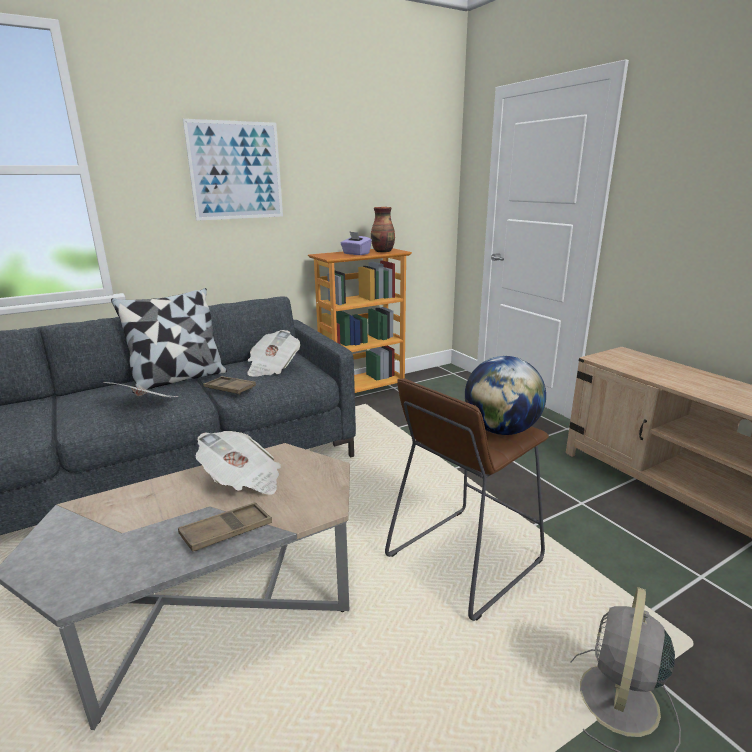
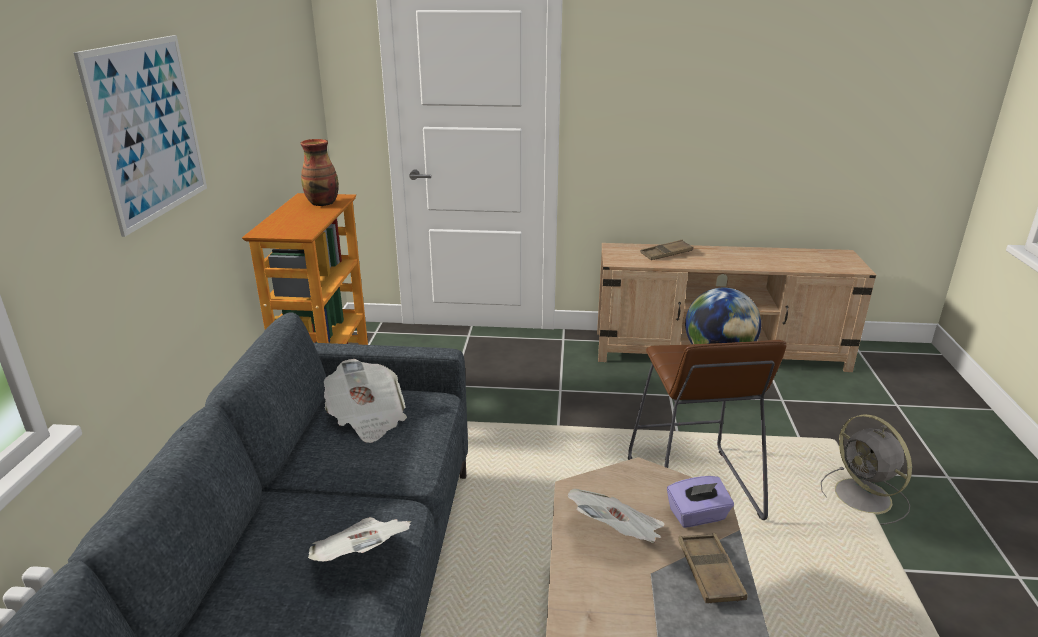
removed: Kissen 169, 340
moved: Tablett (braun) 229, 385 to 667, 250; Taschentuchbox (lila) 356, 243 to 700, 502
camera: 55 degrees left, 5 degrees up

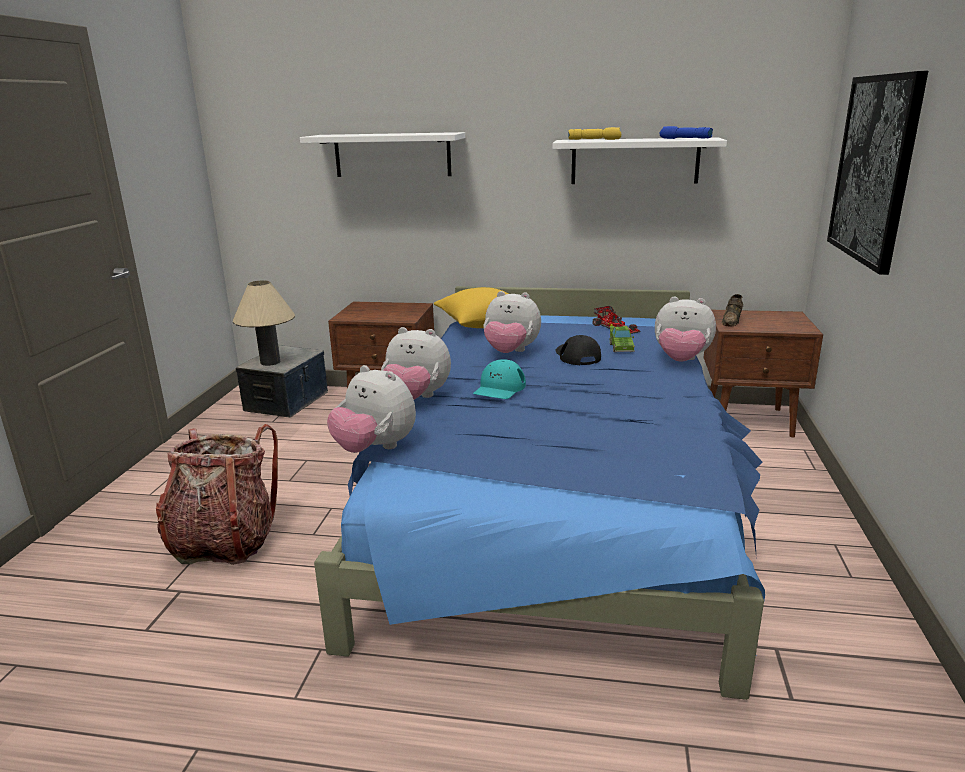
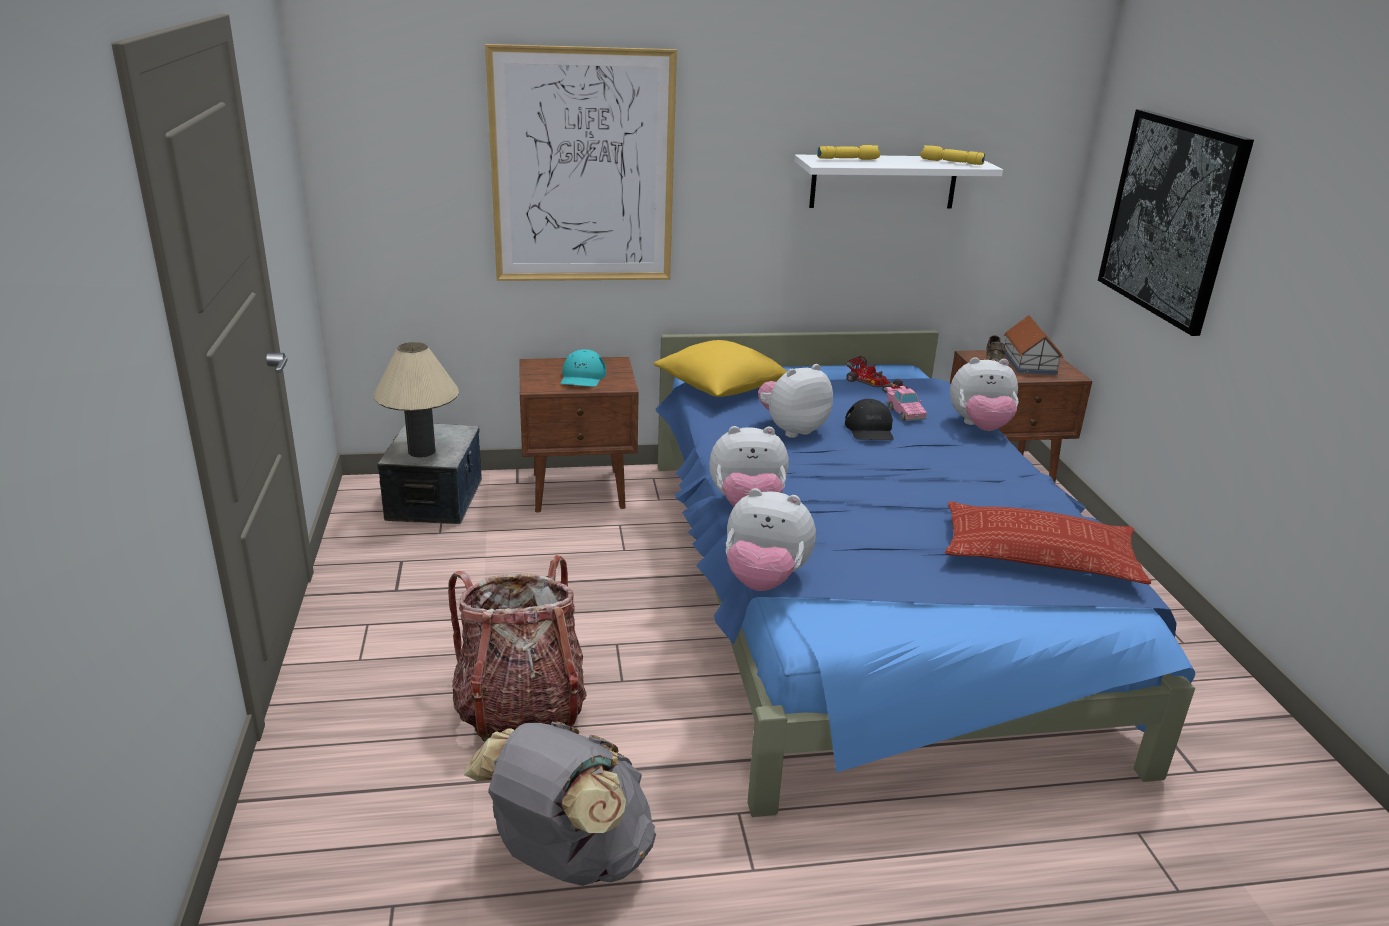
added: Rucksack (grau) 560, 803; Kissen 1048, 543; Spielzeughaus 1034, 345
moved: Kappe (türkis) 499, 379 to 583, 368
replaced: Wandregal (weiß) 382, 154 to Bild 581, 162
recoloured: Spielzeugauto (grün) 622, 339 to Spielzeugauto (rosa) 906, 403; Taschenlampe (blau) 686, 132 to Taschenlampe (gelb) 953, 155
turned: Plüschtier 512, 322 = 795, 401 150 degrees clockwise; Kappe (schwarz) 578, 350 = 869, 419 150 degrees counterclockwise
camera: 20 degrees left, 5 degrees up

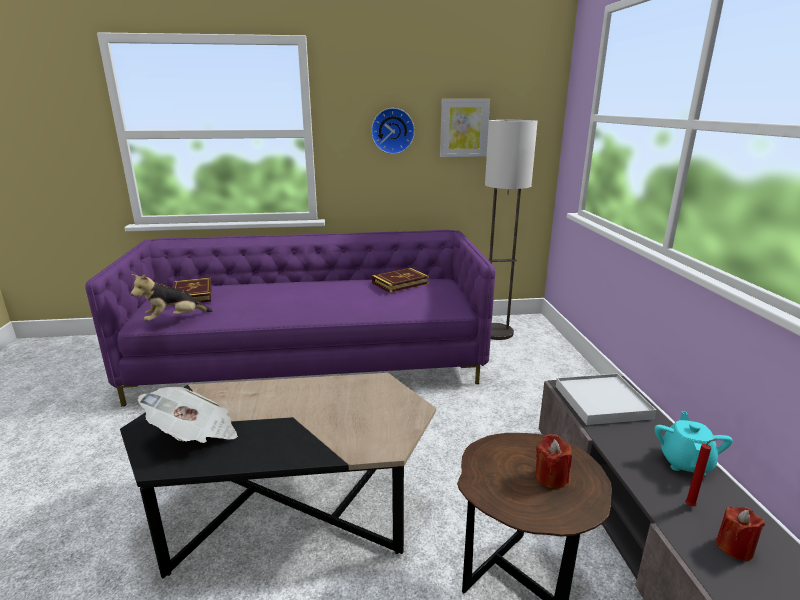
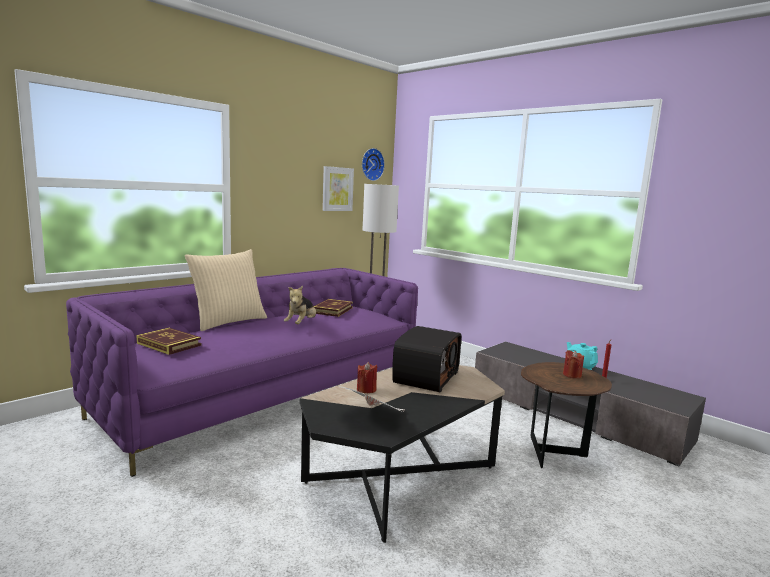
removed: Tablett (weiß) 606, 399
added: Kissen (beige) 226, 290; Radio 426, 359
moved: Plüschtier 172, 297 to 300, 305; Kerze (rot) 740, 534 to 367, 377; Wanduhr 393, 131 to 373, 164
camera: 40 degrees left, 10 degrees down

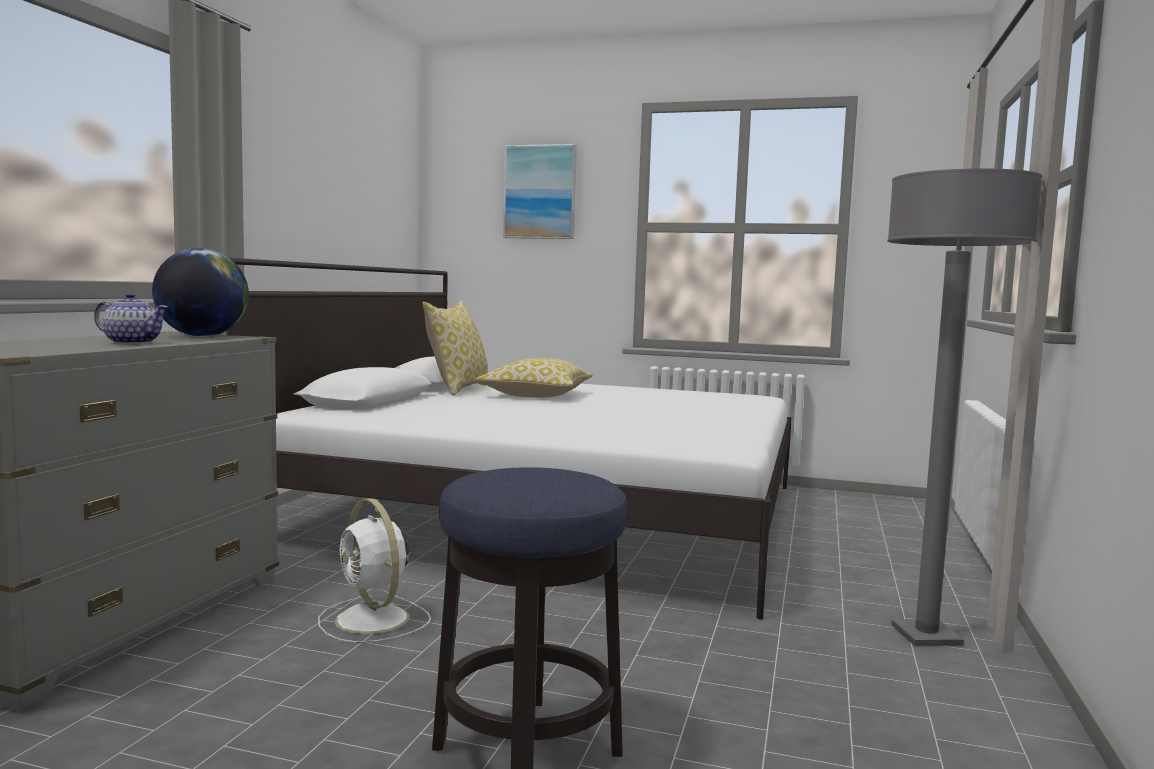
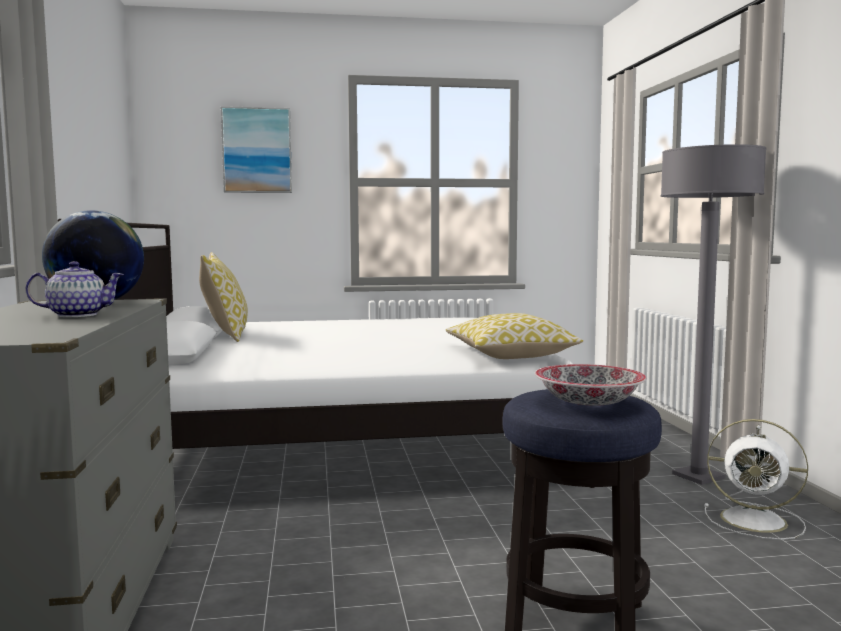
added: Schüssel 590, 385
moved: Kissen 534, 378 to 514, 336; Ventilator (weiß) 374, 570 to 756, 479
camera: 25 degrees left, 0 degrees up

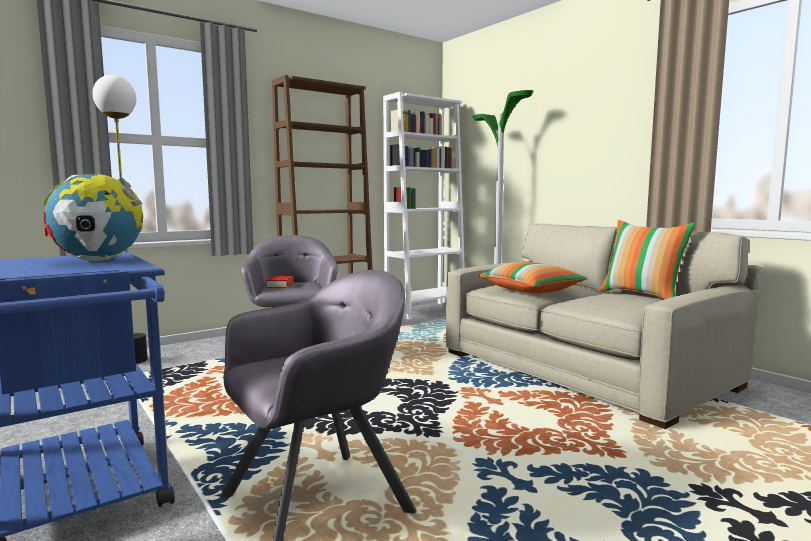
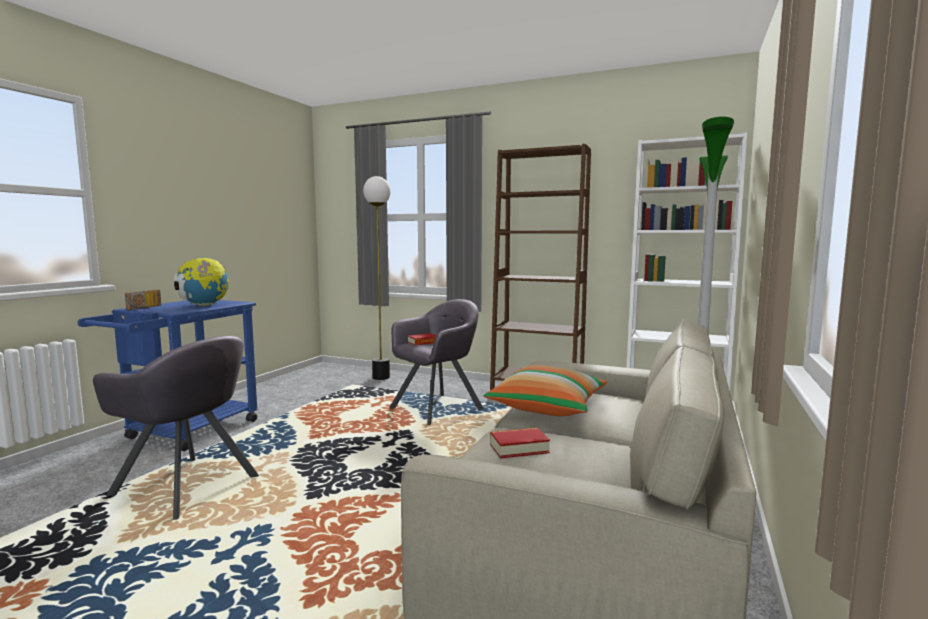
removed: Kissen 648, 259
added: Radio 143, 299; Buch 520, 443
camera: 60 degrees right, 0 degrees up

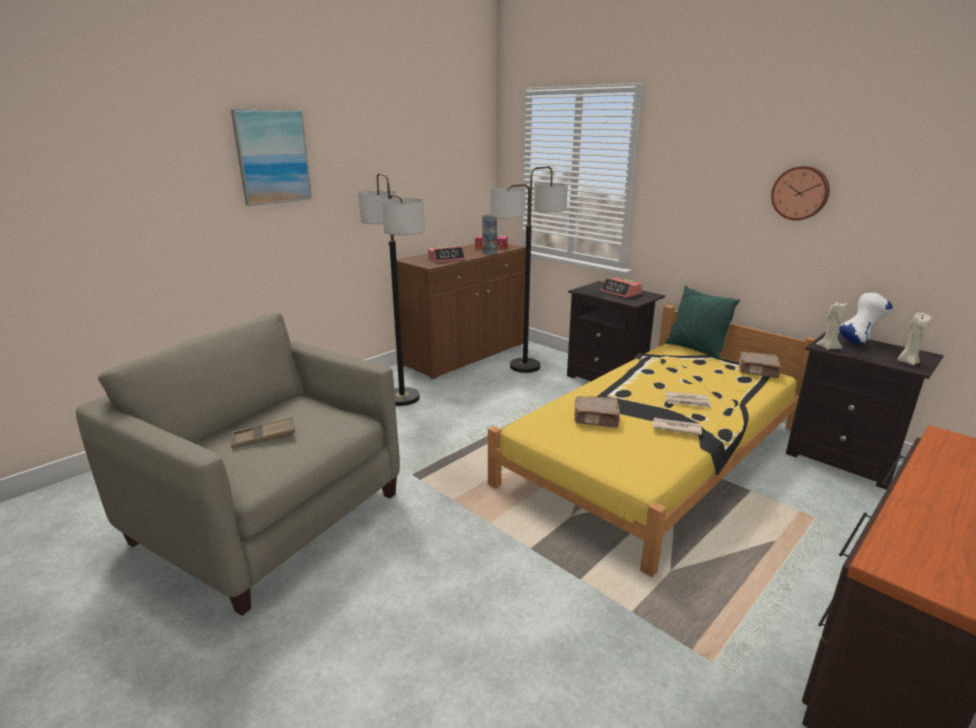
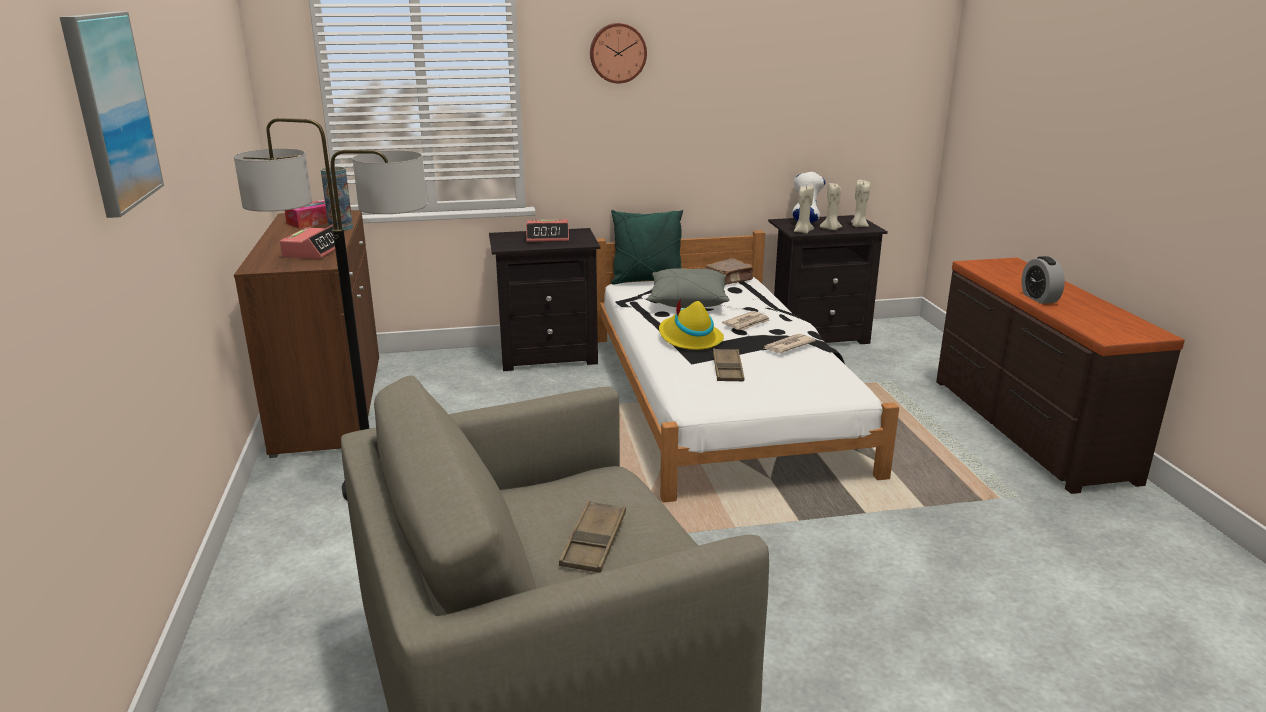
removed: Stehlampe 529, 269
added: Kissen (grau) 688, 288; Hut (gelb) 691, 324; Kerze (beige) 831, 206; Wecker 1043, 280
moved: Wanduhr 800, 193 to 618, 53
replaced: Buch (braun) 597, 412 to Tablett (braun) 728, 365
recoloured: Bett (gelb) 652, 441 to Bett (weiß) 747, 366
camera: 55 degrees left, 0 degrees up

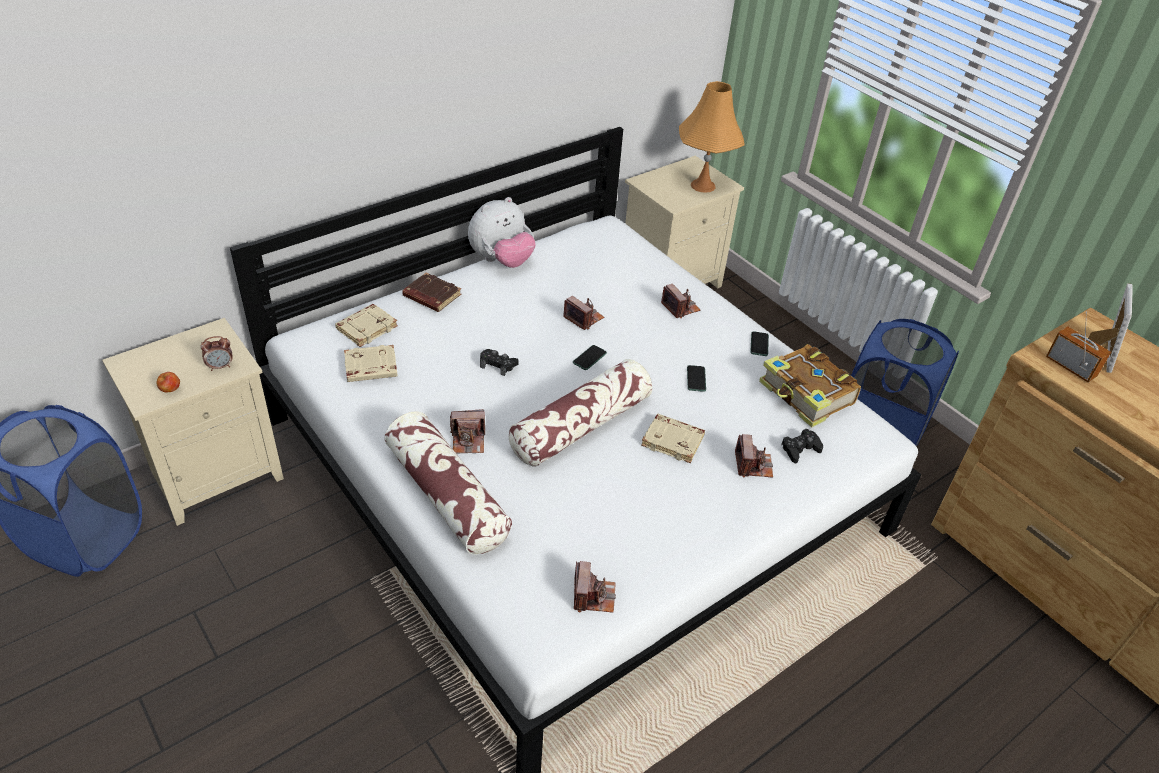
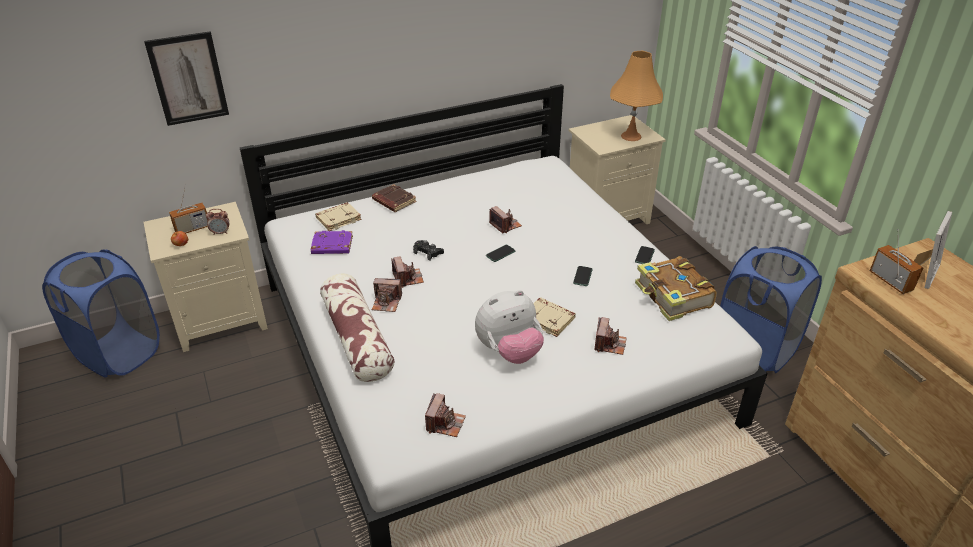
removed: Kissen 580, 413; Gamepad (schwarz) 802, 446
added: Bild 186, 78; Radio 188, 208
moved: Kamera 681, 301 to 407, 272; Plüschtier 502, 232 to 509, 327
recoloured: Buch (beige) 371, 363 to Buch (lila) 332, 242
camera: 15 degrees right, 5 degrees down

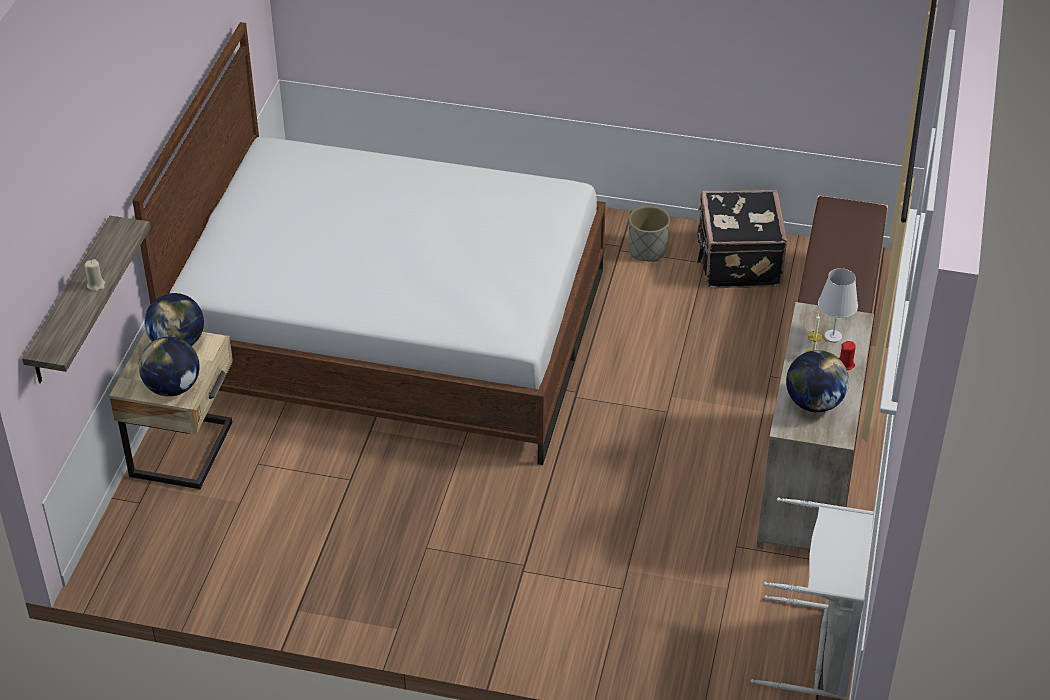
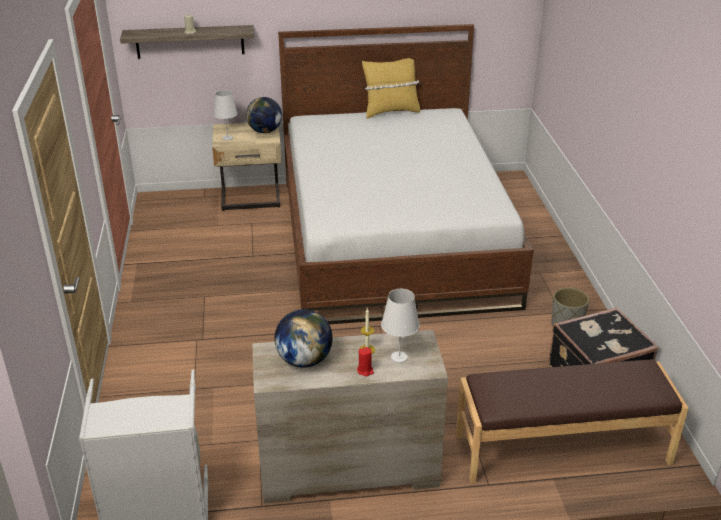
added: Kissen (gelb) 391, 88
replaced: Globus 169, 366 to Tischlampe (weiß) 225, 115
camera: 70 degrees right, 10 degrees down

